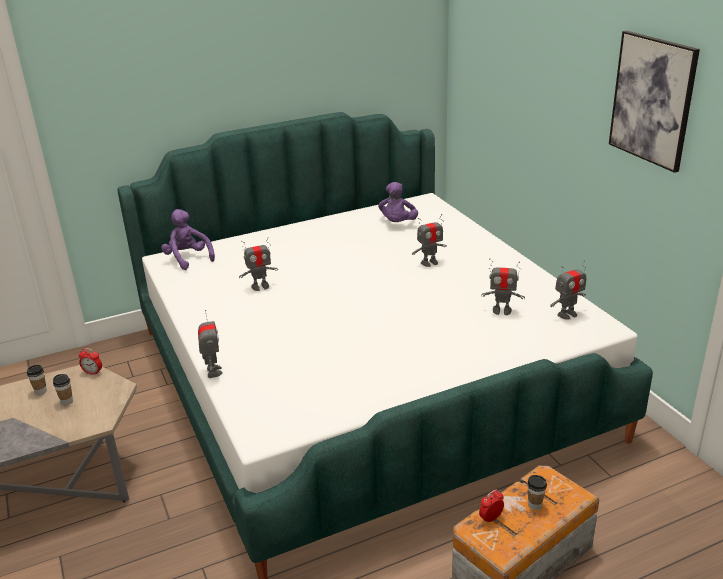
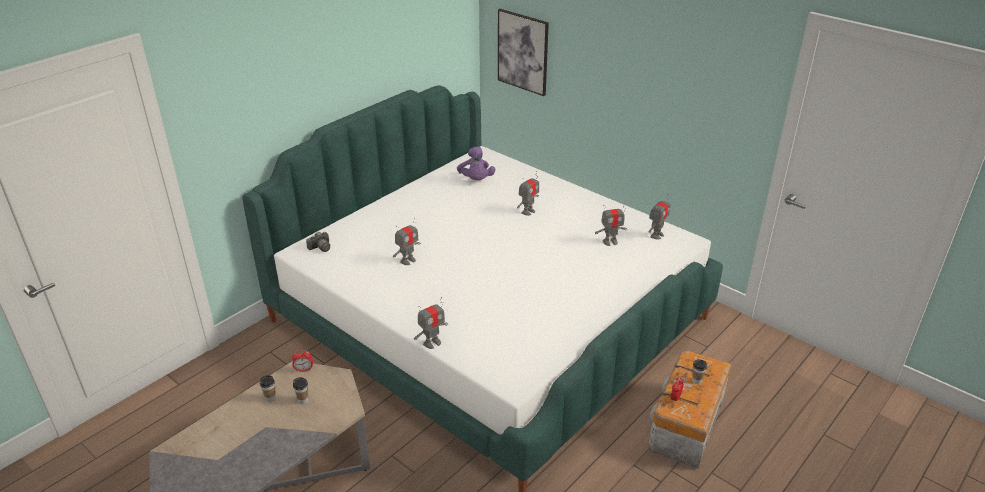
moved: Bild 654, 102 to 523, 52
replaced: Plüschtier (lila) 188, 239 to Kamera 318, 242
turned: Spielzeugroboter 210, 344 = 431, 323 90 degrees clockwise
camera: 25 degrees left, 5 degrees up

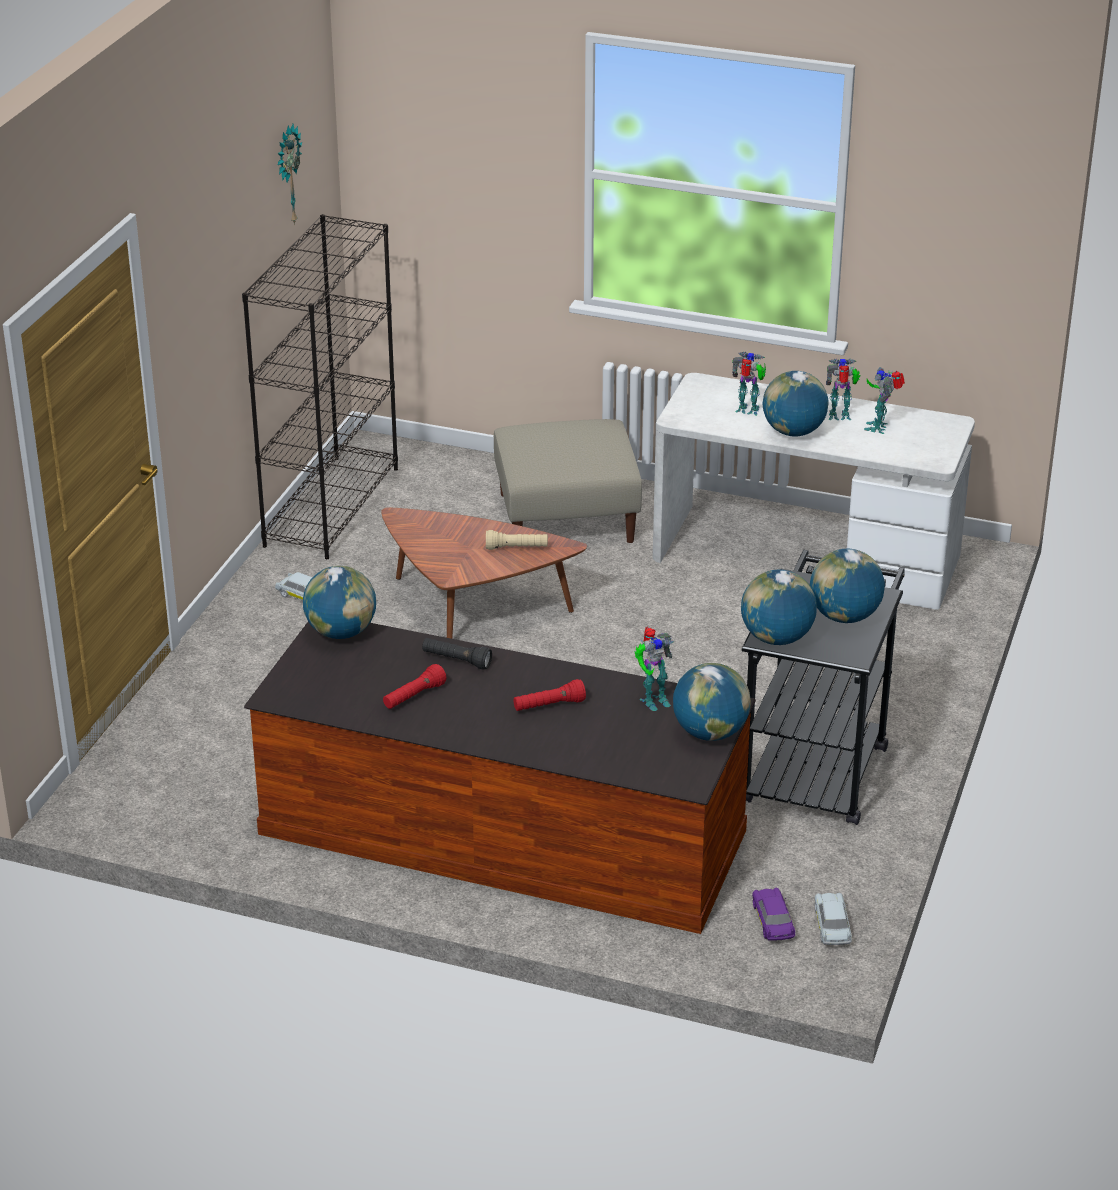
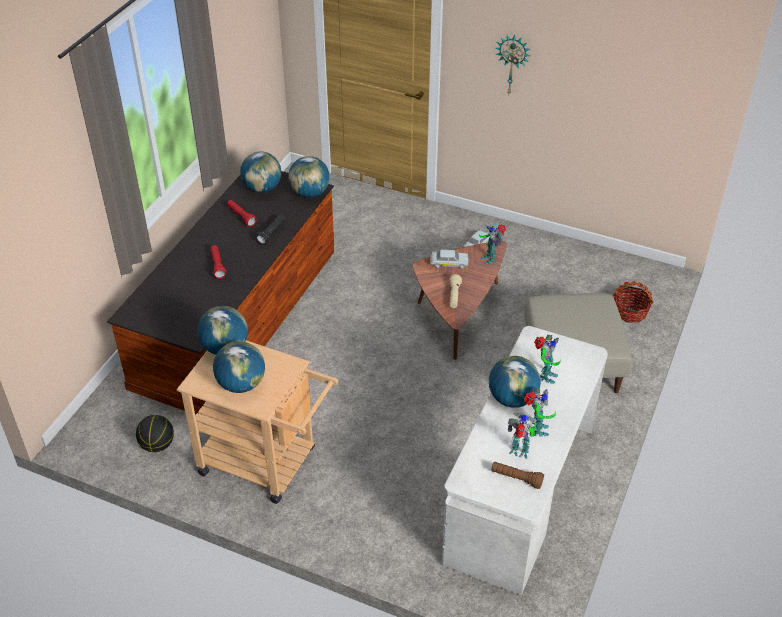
removed: Bücherregal (schwarz) 320, 386; Spielzeugauto (lila) 773, 914
added: Basketball 155, 433; Taschenlampe (braun) 517, 475; Korb 633, 302
moved: Globus 712, 702 to 260, 172; Spielzeugauto (weiß) 833, 919 to 449, 259; Spielzeugroboter 654, 669 to 492, 245; Wanduhr 290, 174 to 512, 64
recoloured: Rollwagen (schwarz) 823, 687 to Rollwagen (beige) 257, 422
camera: 95 degrees right, 10 degrees up

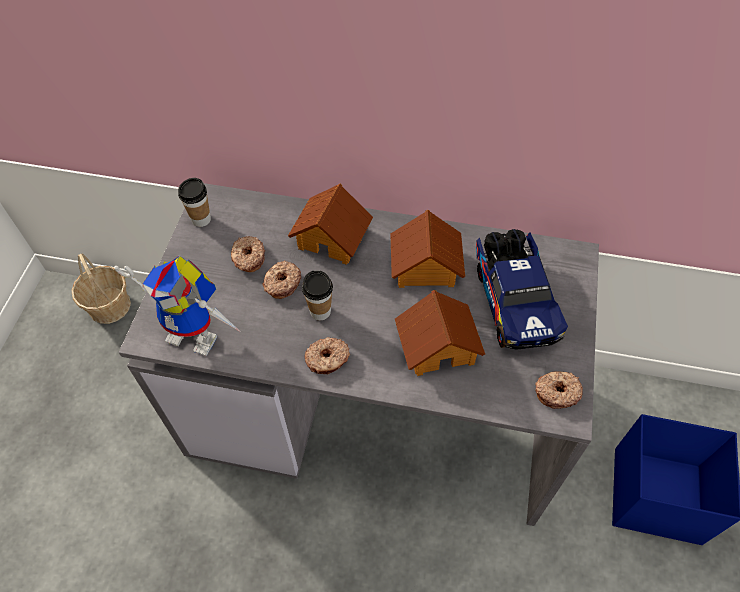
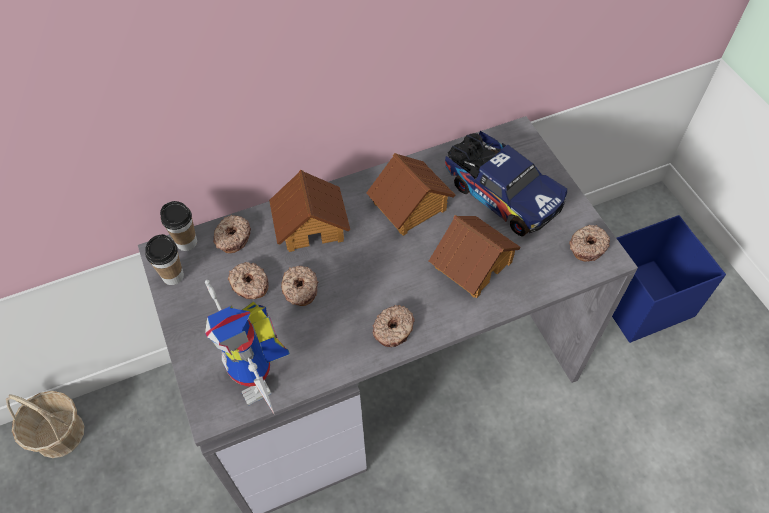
added: Donut 232, 234
moved: Tasse 317, 295 to 178, 226
turned: Spielzeugroboter 178, 306 = 247, 347 75 degrees clockwise
camera: 35 degrees left, 0 degrees up

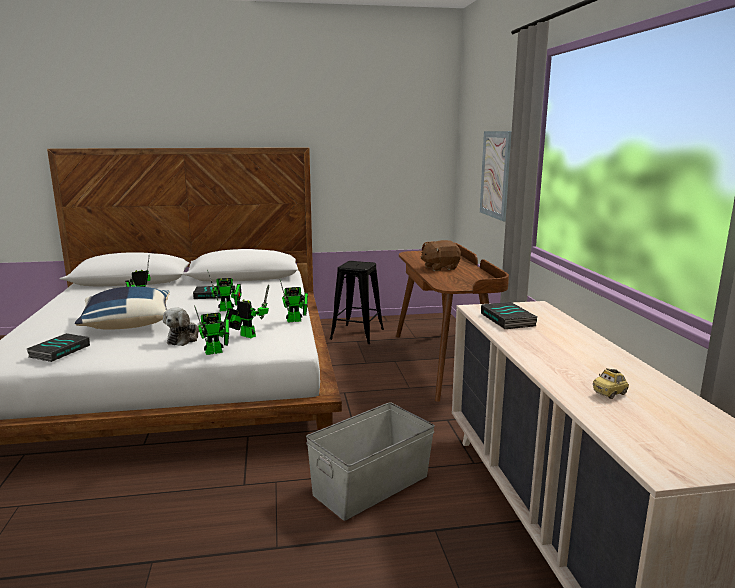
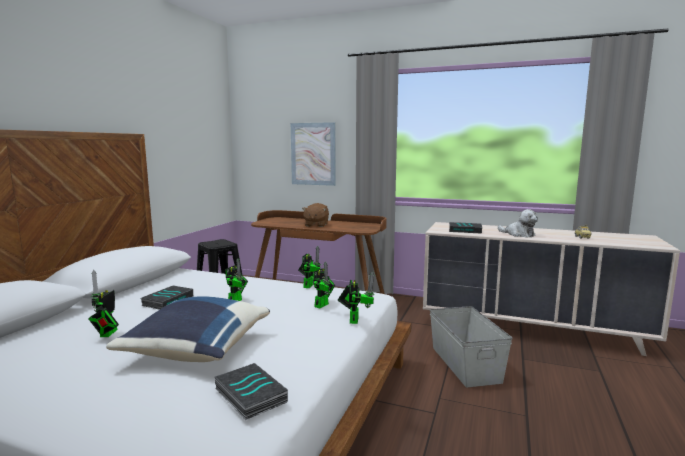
moved: Plüschtier 182, 326 to 518, 223
turned: Spielzeugroboter 246, 311 = 324, 285 150 degrees clockwise
camera: 60 degrees left, 5 degrees down

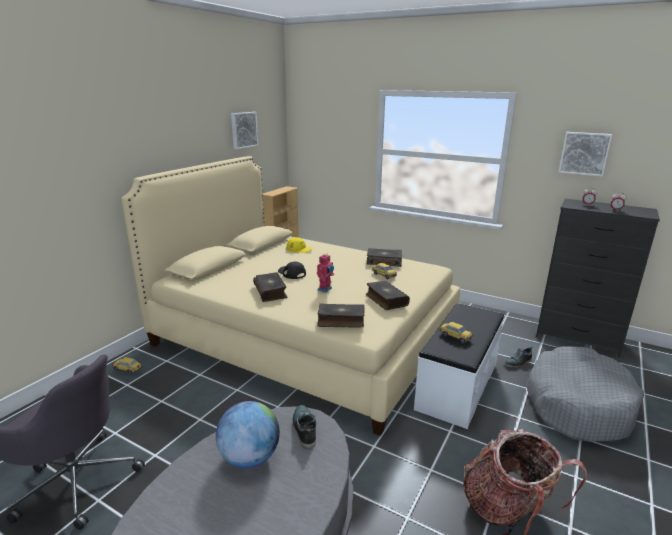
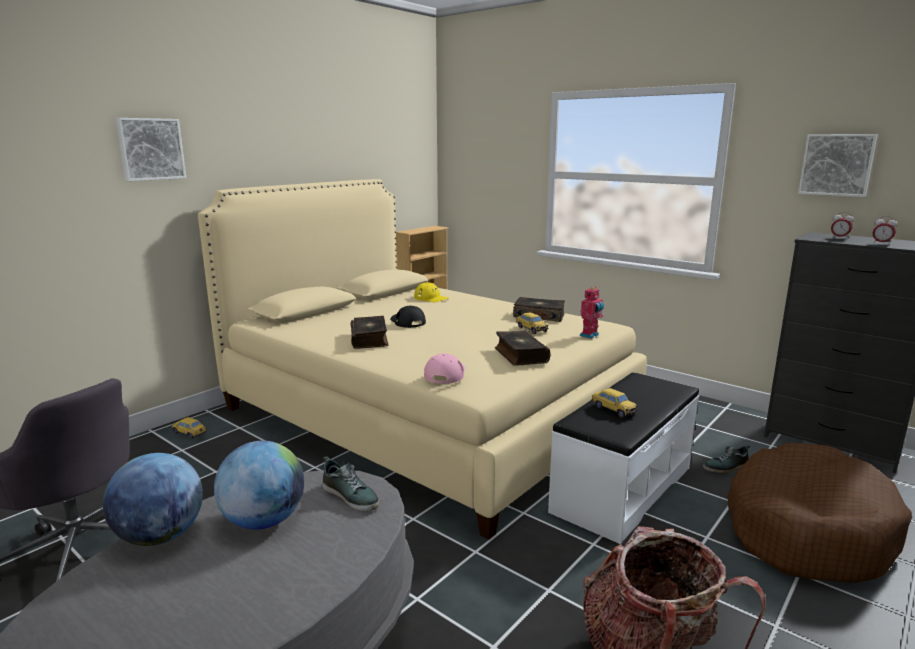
added: Globus 153, 499
moved: Bild 244, 130 to 151, 149; Spielzeugroboter 325, 272 to 592, 313
replaced: Buch 341, 315 to Kappe (rosa) 444, 368
recoloured: Hundebett (grau) 585, 394 to Hundebett (braun) 819, 513
turned: Schuh 304, 426 = 351, 483 135 degrees clockwise
camera: 10 degrees right, 5 degrees down

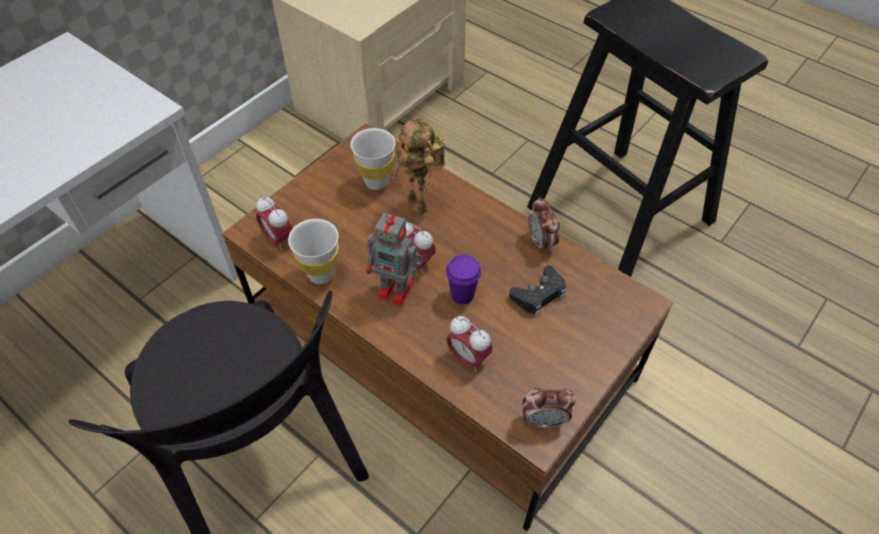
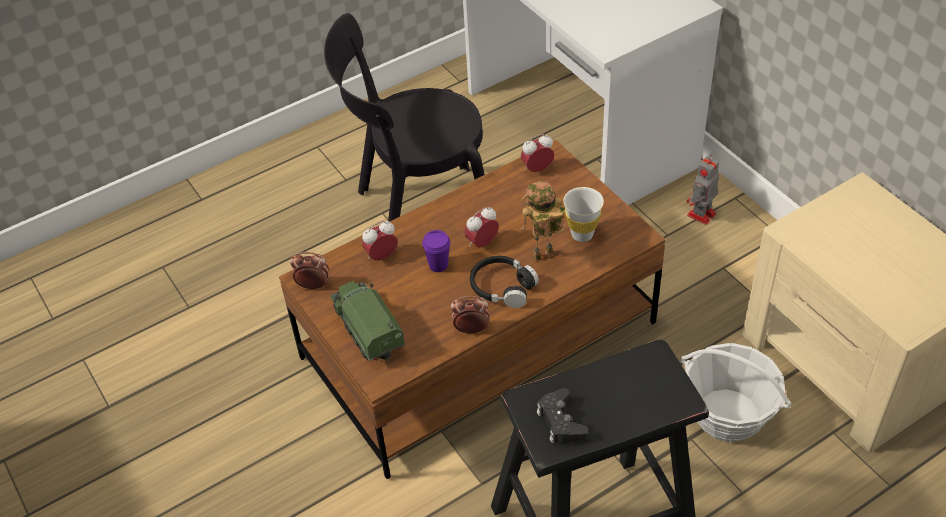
removed: Tasse (weiß) 313, 251
added: Spielzeuglaster 368, 321; Kopfhörer (schwarz) 504, 282; Korb 736, 392
moved: Gamepad (schwarz) 537, 290 to 562, 416; Spielzeugroboter 394, 258 to 703, 189
turned: Wecker 549, 408 = 309, 270 75 degrees clockwise
camera: 110 degrees right, 5 degrees down

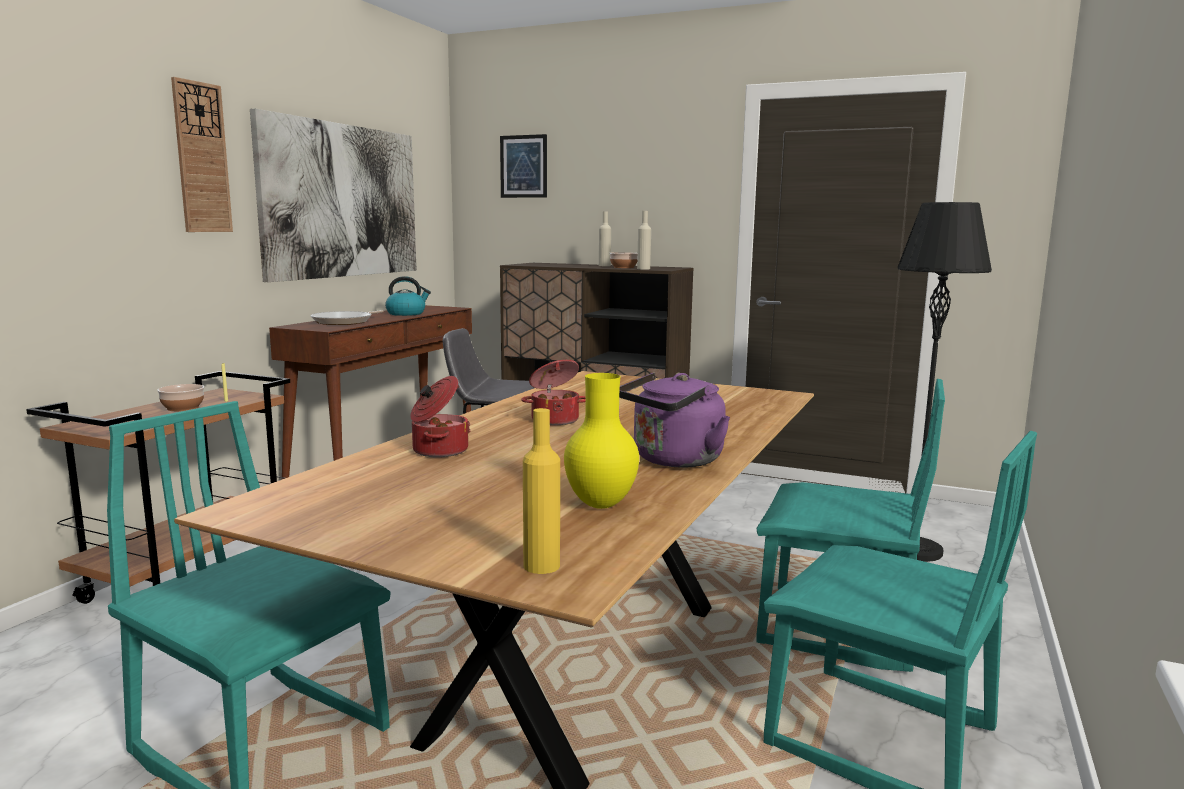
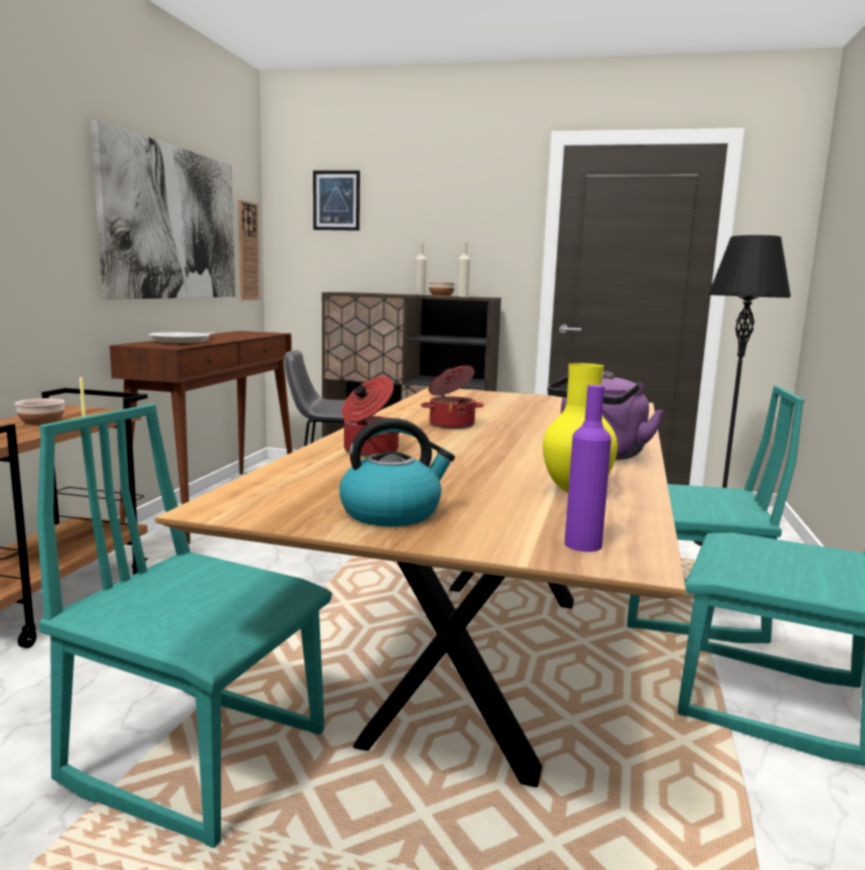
moved: Wanduhr 202, 154 to 249, 250; Wasserkessel 408, 296 to 397, 472
recoloured: Flasche (gelb) 541, 491 to Flasche (lila) 588, 468
camera: 10 degrees left, 0 degrees up

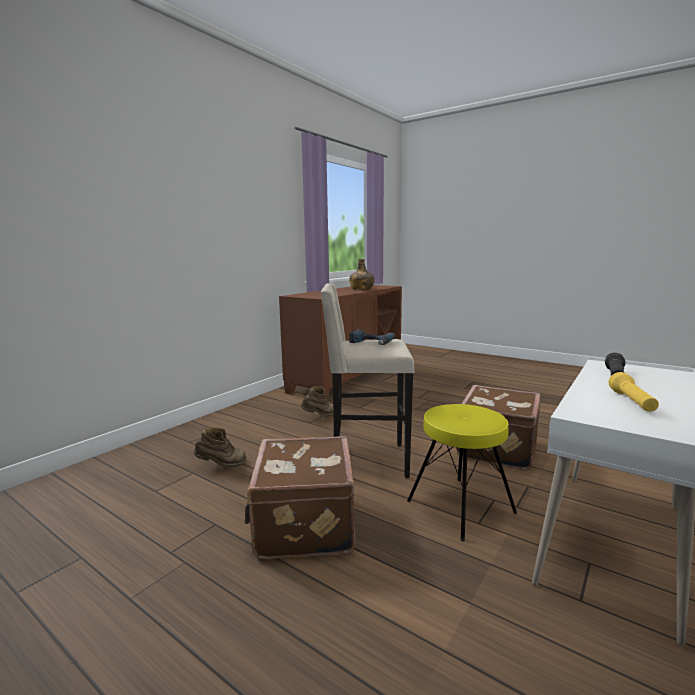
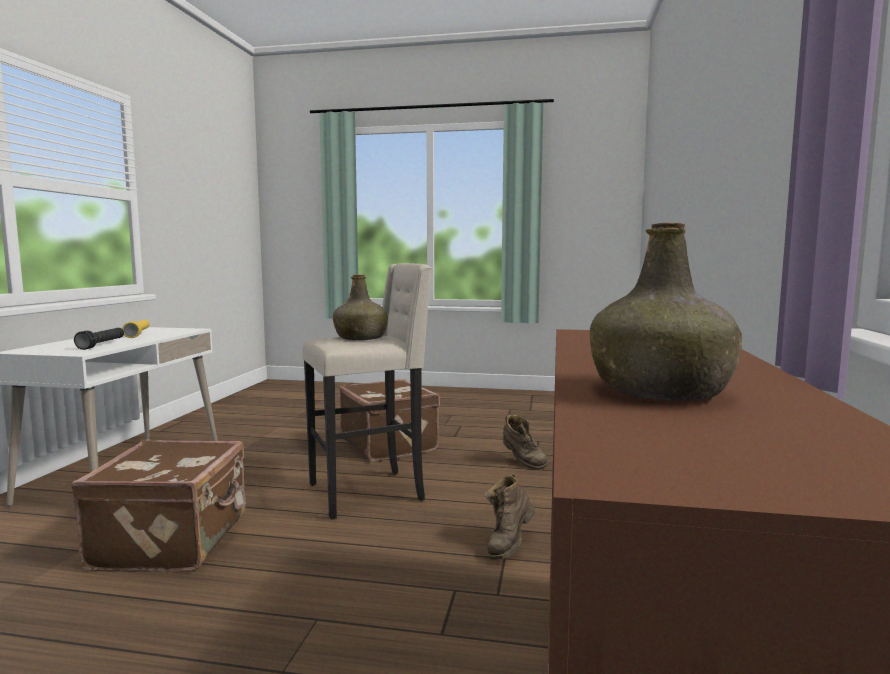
removed: Hocker (gelb) 462, 473
replaced: Bohrmaschine 372, 337 to Flasche (grün) 360, 307
turned: Stiefel (braun) 220, 447 = 526, 442 90 degrees counterclockwise
camera: 155 degrees right, 5 degrees down

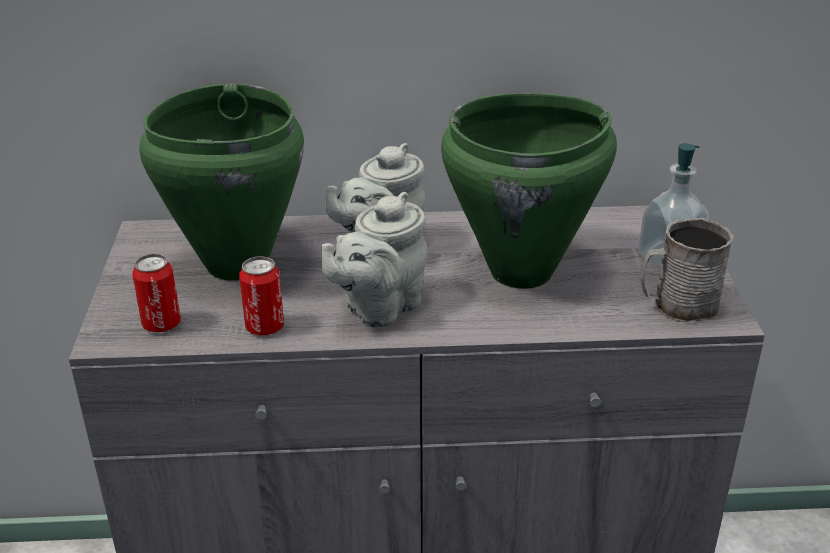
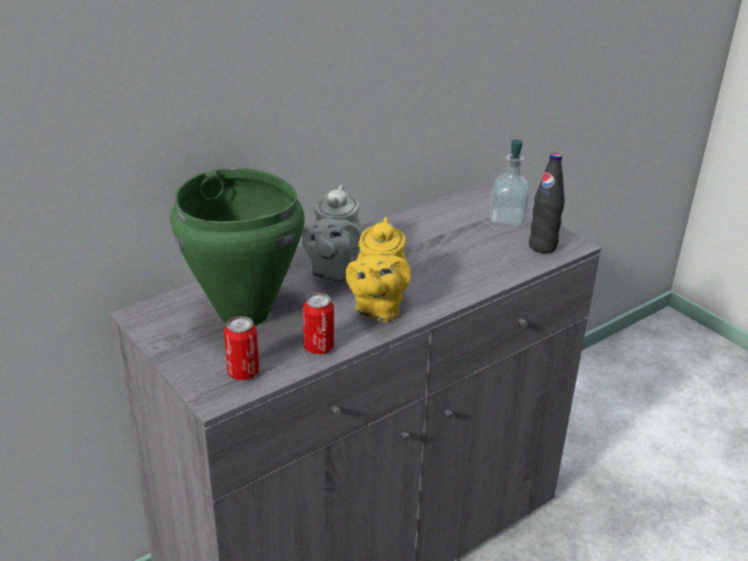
removed: Kochtopf (grün) 529, 191
replaced: Henkelbecher (grau) 687, 270 to Flasche (schwarz) 547, 203
recoloured: Teekanne (grau) 374, 260 to Teekanne (gelb) 378, 269
camera: 35 degrees left, 0 degrees up

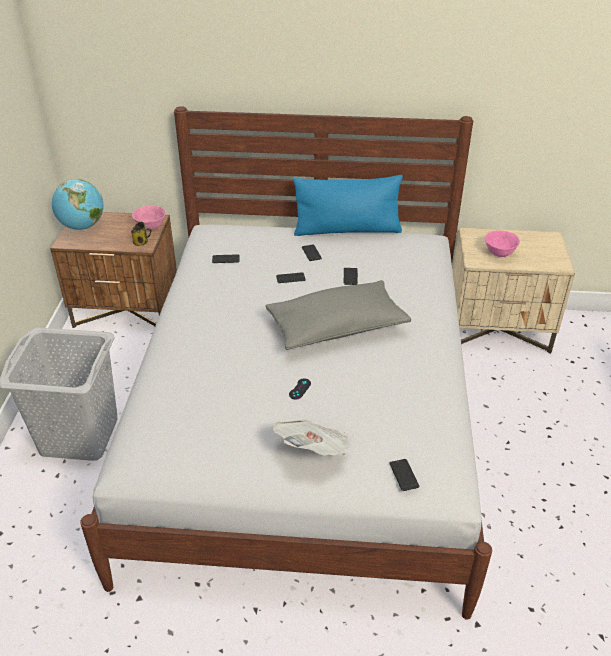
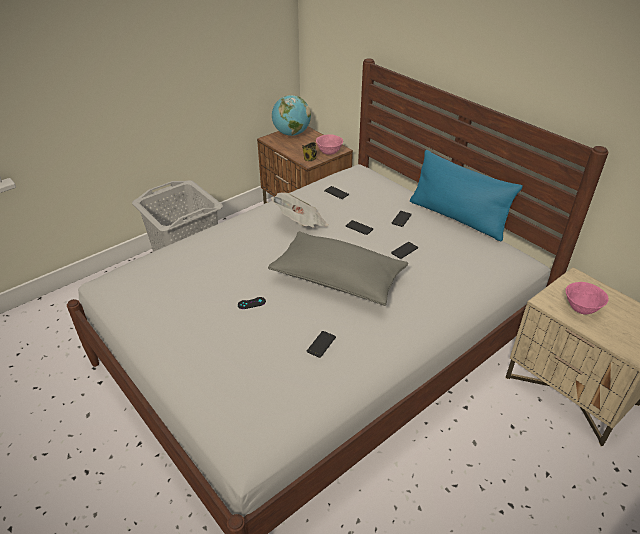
moved: Zeitung 310, 437 to 300, 210; Handy 404, 475 to 321, 344
camera: 45 degrees right, 0 degrees up

